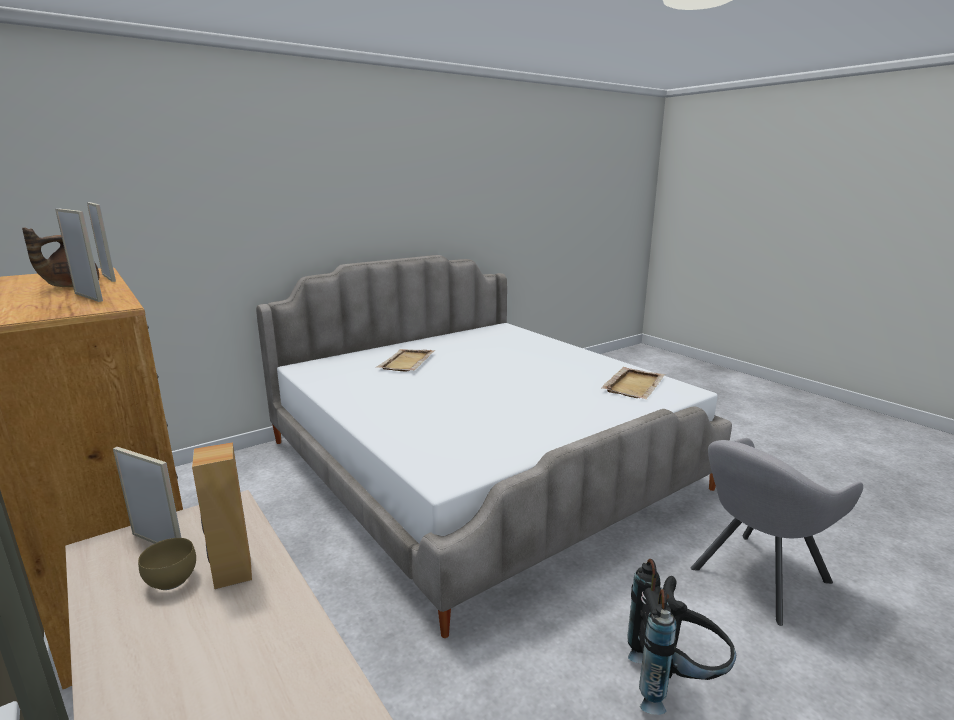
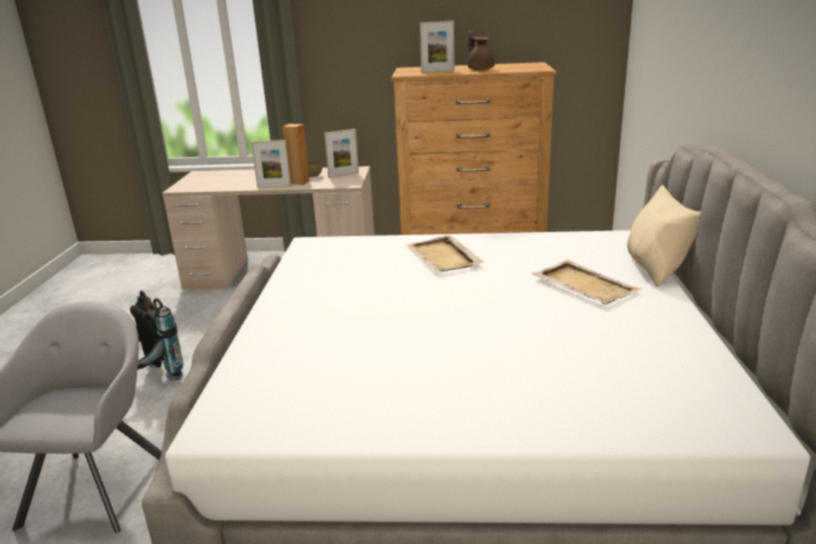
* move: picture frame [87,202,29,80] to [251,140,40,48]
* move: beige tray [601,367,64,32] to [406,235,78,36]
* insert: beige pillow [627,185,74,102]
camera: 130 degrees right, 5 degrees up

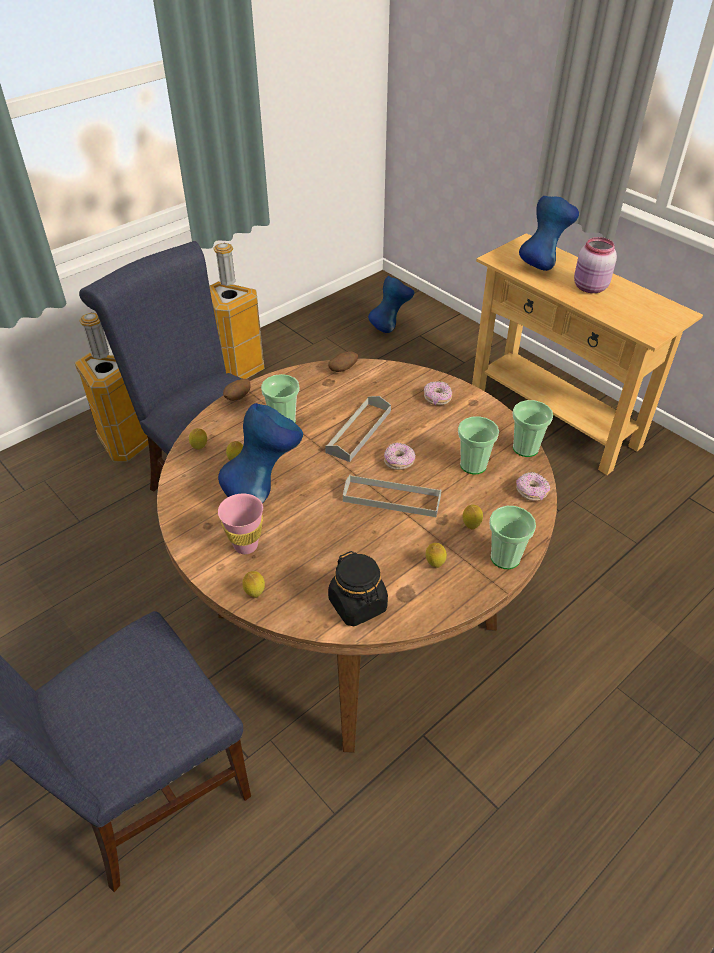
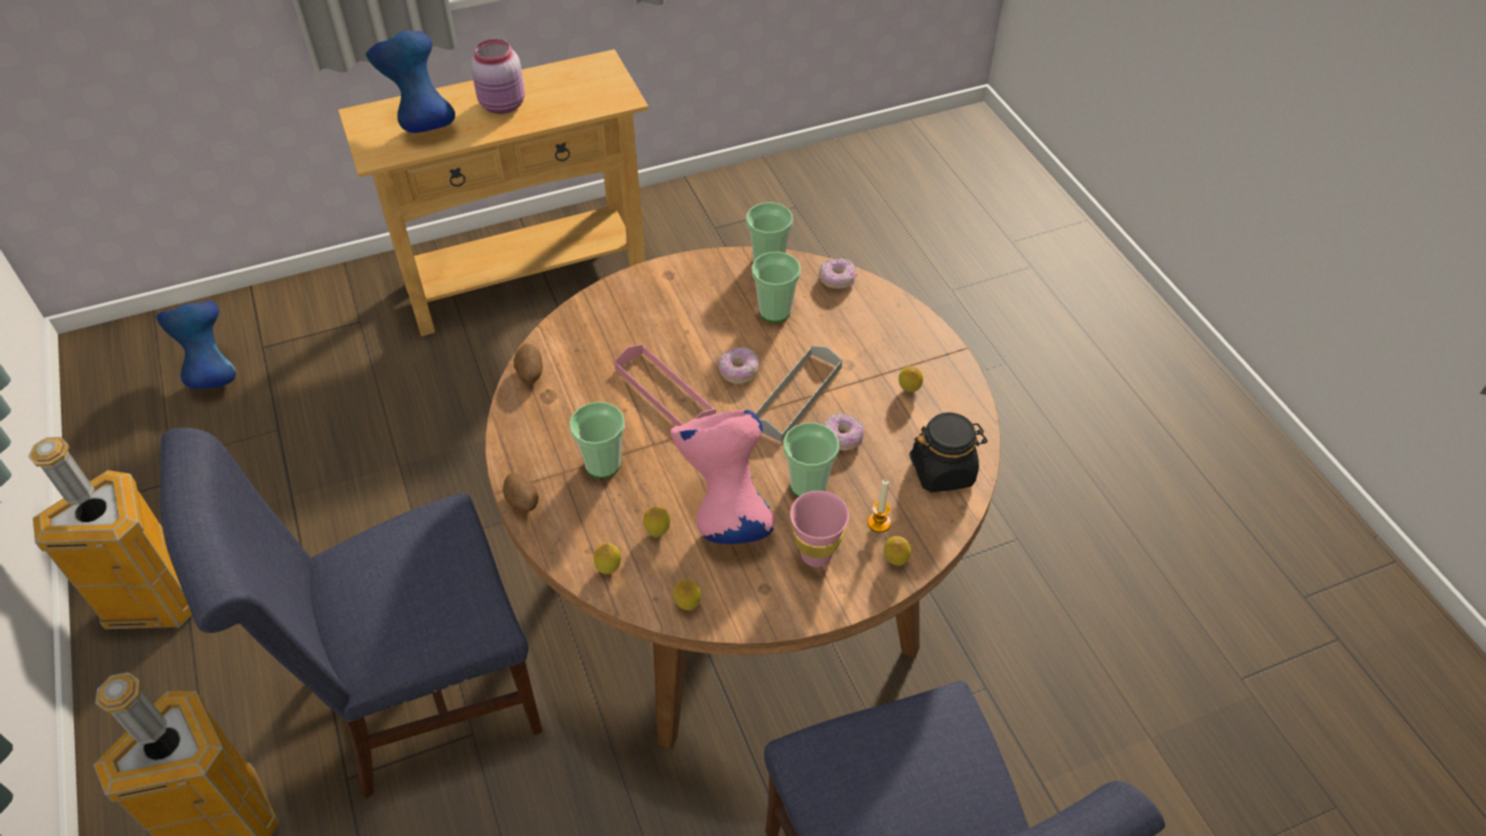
* move: donut [424,381,28,24] to [823,413,41,38]
* recolor: grey tray [325,396,66,66] to pink tray [614,344,102,82]
* recolor: blue vase [218,403,85,100] to pink vase [670,410,105,134]
* move: lemon [463,505,20,25] to [673,580,28,31]
* move: cup [489,506,47,63] to [783,423,56,74]
* insert: candle [867,480,24,52]
camera: 70 degrees left, 5 degrees up

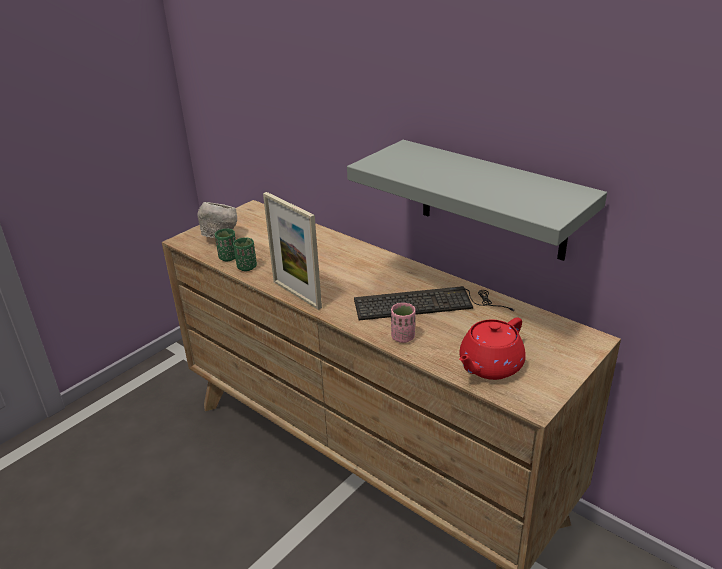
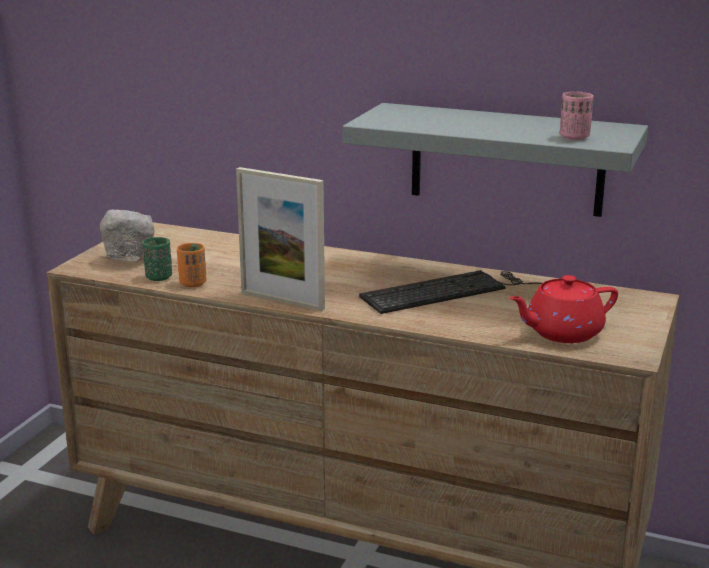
* recolor: green cup [233,237,24,34] to orange cup [177,243,30,44]
* move: pink cup [391,303,24,40] to [560,92,34,48]
* rotate: red teapot [459,317,67,63] = [509,275,109,68] 45 degrees clockwise
camera: 20 degrees left, 10 degrees down

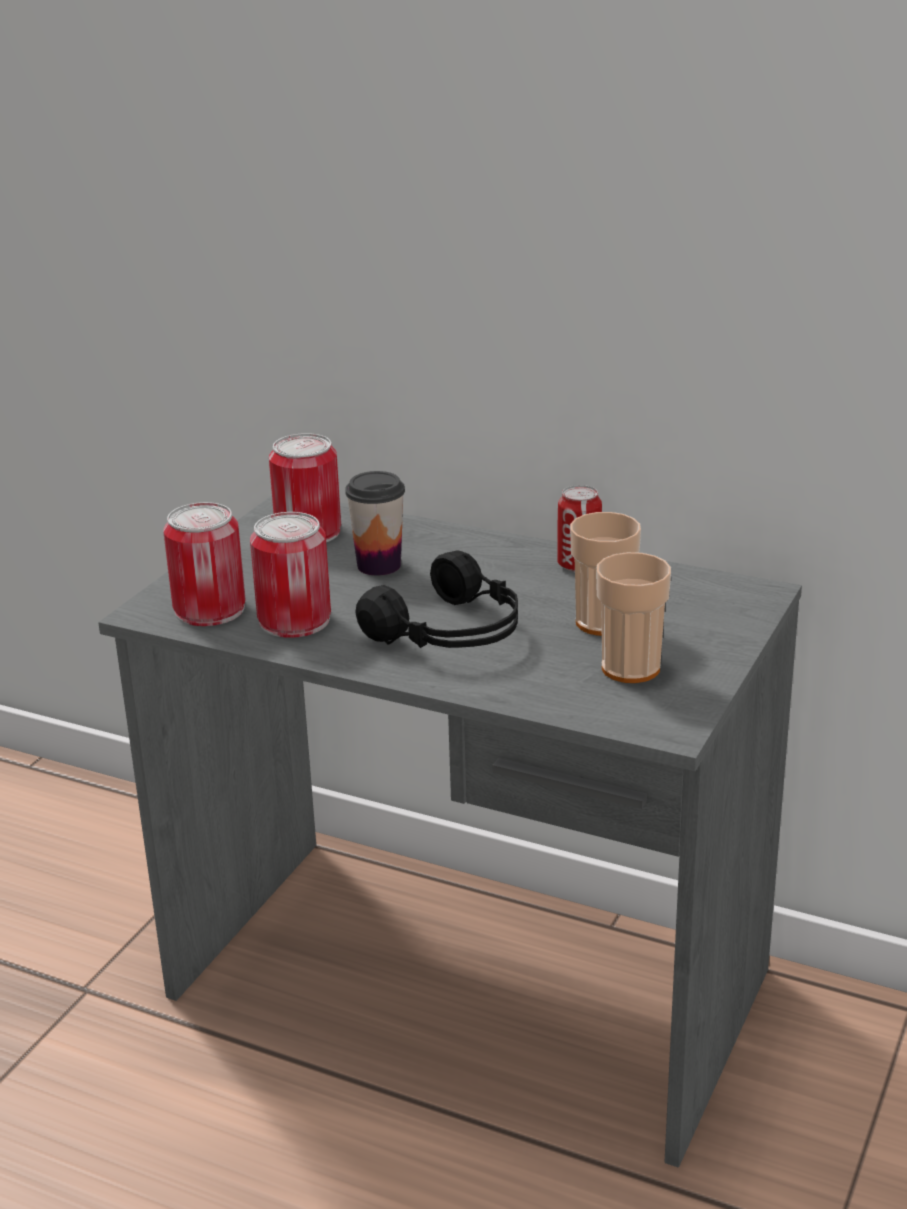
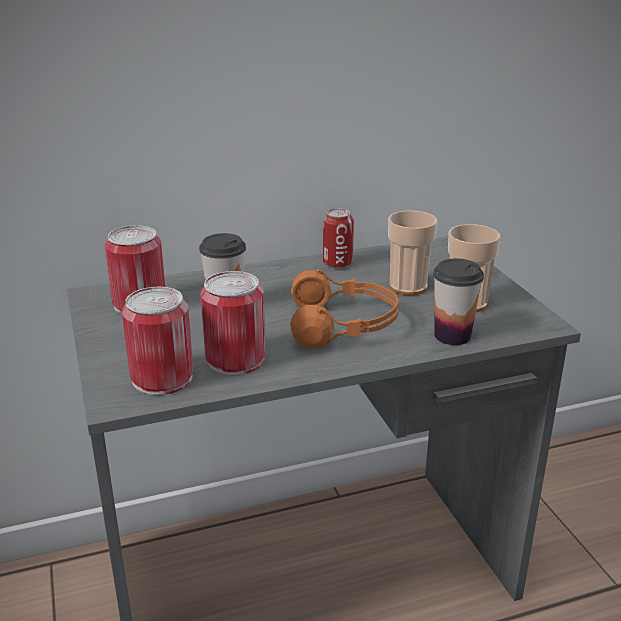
* recolor: black headphones [355,550,163,98] to orange headphones [290,269,109,79]
* insert: cup [433,258,51,87]
camera: 45 degrees left, 0 degrees up

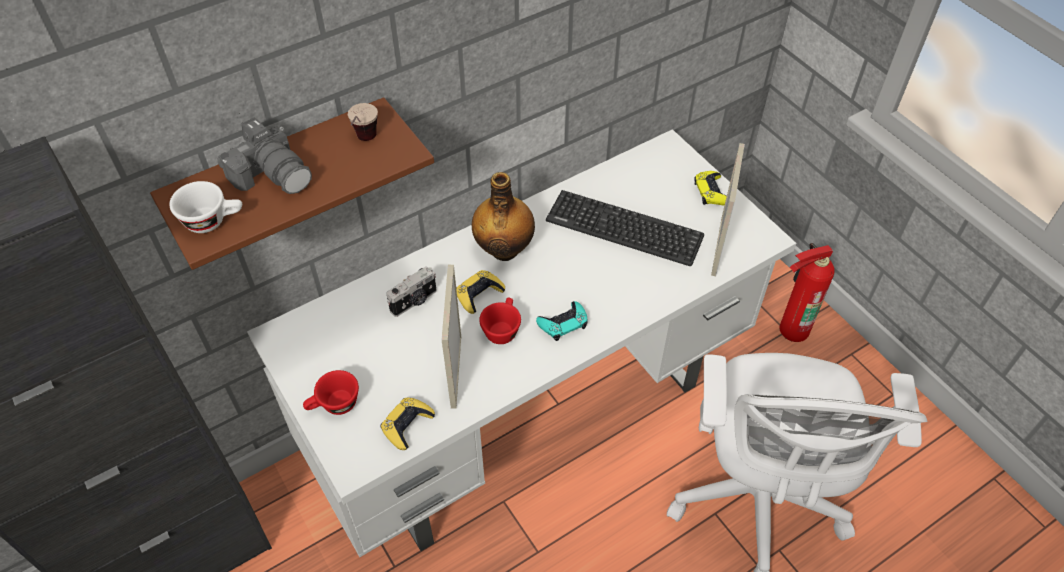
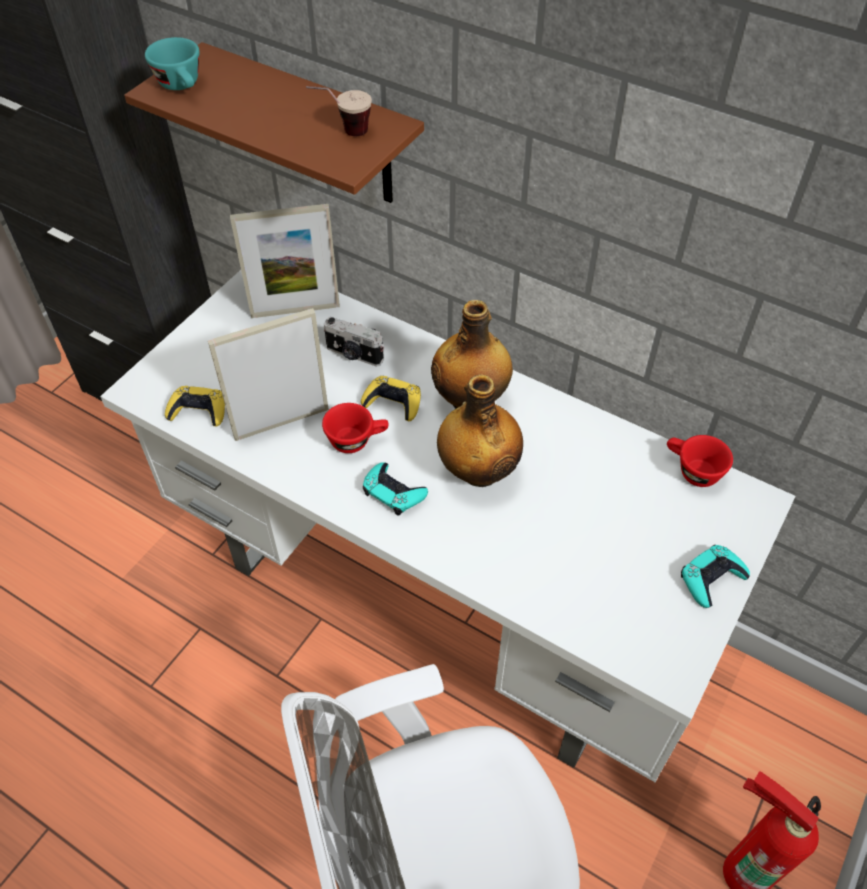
* delete: photo camera [217,117,95,77]
* move: picture frame [711,143,34,133] to [230,204,110,114]
* recolor: yellow game controller [694,171,33,35] to turquoise game controller [681,545,69,63]
* recolor: white cup [169,181,73,52] to turquoise cup [145,37,54,53]
* delete: keyboard [546,190,158,76]
* move: red cup [303,370,56,45] to [667,435,66,52]
* insert: bottle [437,374,86,113]
camera: 65 degrees right, 0 degrees up

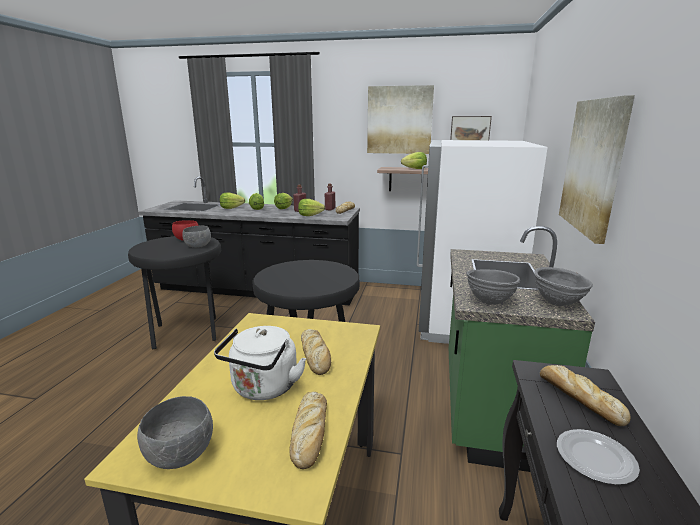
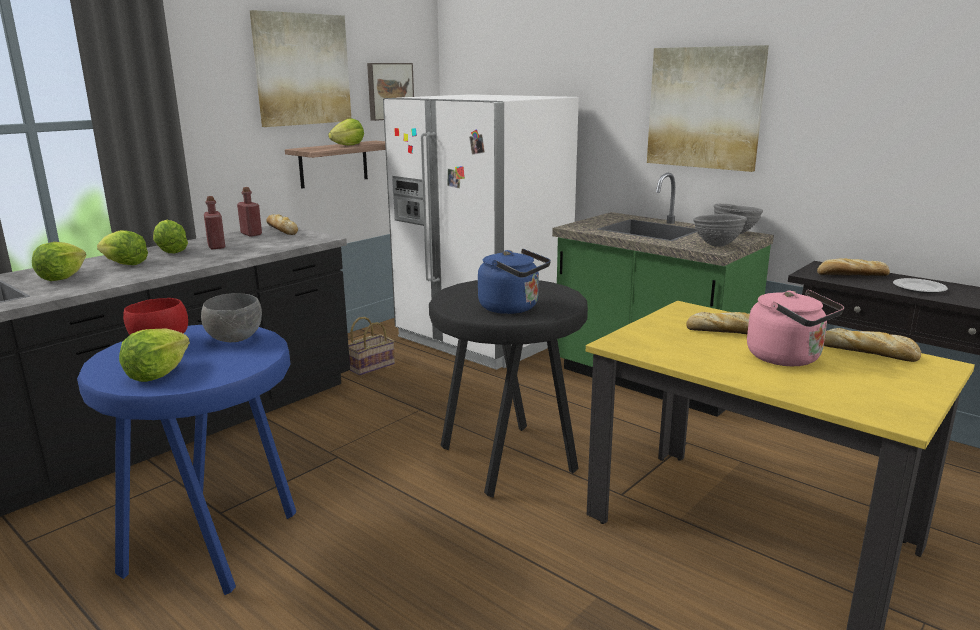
* move: lettuce [298,199,27,17] to [119,328,71,54]
* recolor: black stool [128,236,93,113] to blue stool [77,325,219,270]
* recolor: white kettle [214,326,92,74] to pink kettle [747,289,97,77]
* delete: grey bowl [137,396,76,73]
* insert: blue kettle [478,249,73,65]
* insert: basket [348,317,47,58]
camera: 60 degrees left, 0 degrees up

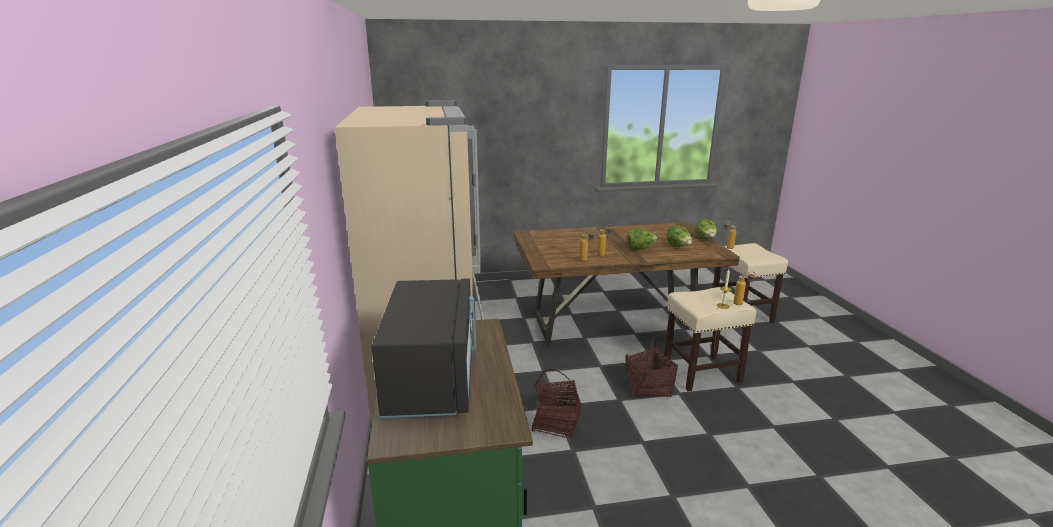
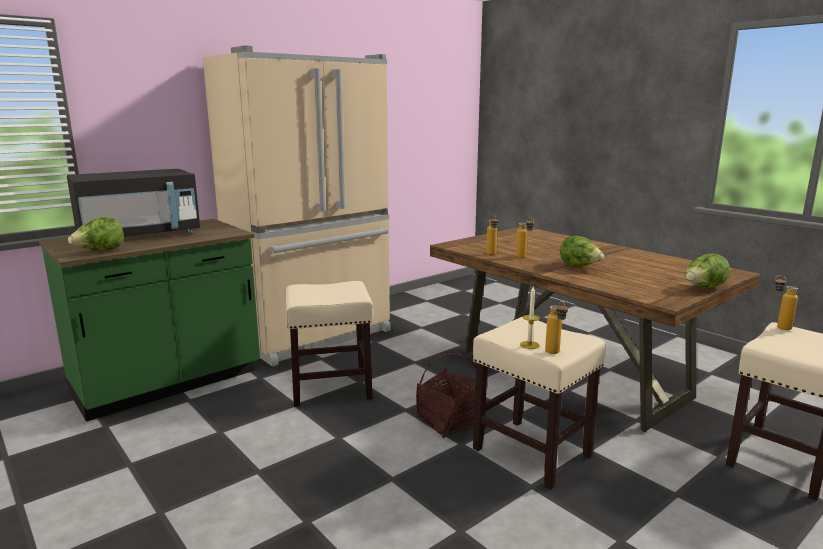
* move: lettuce [667,225,25,22] to [68,217,56,34]
* replace: basket [532,369,50,70] to beige stool [286,281,87,126]
camera: 60 degrees right, 5 degrees down

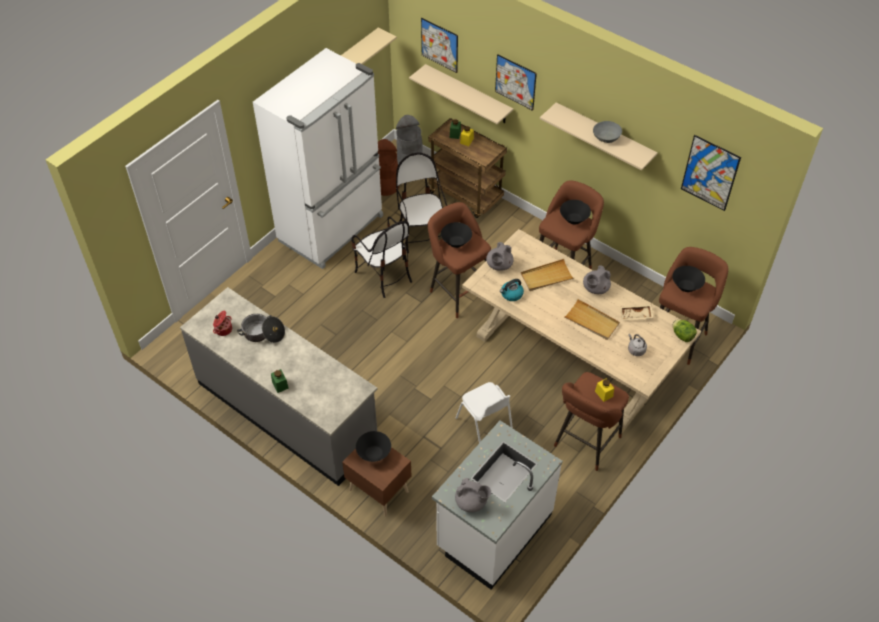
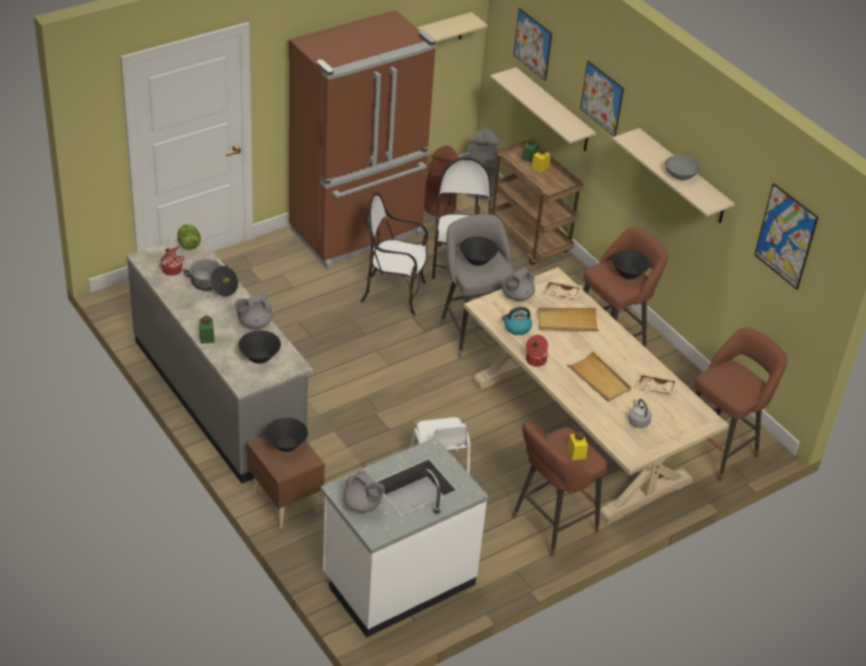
* recolor: white fridge [253,48,130,221] to brown fridge [289,10,147,259]
* recolor: brown stool [428,202,63,116] to grey stool [440,214,75,144]
* rotate: chair [351,217,61,81] = [360,193,68,122] 120 degrees clockwise
* move: grey teapot [583,265,28,29] to [235,293,38,36]
* move: black bowl [672,266,33,26] to [238,330,43,34]
* move: lettuce [672,320,25,22] to [177,224,24,26]
* insert: beige tray [543,280,40,18]
* insert: cooking pot [526,335,22,32]
camera: 15 degrees right, 10 degrees down

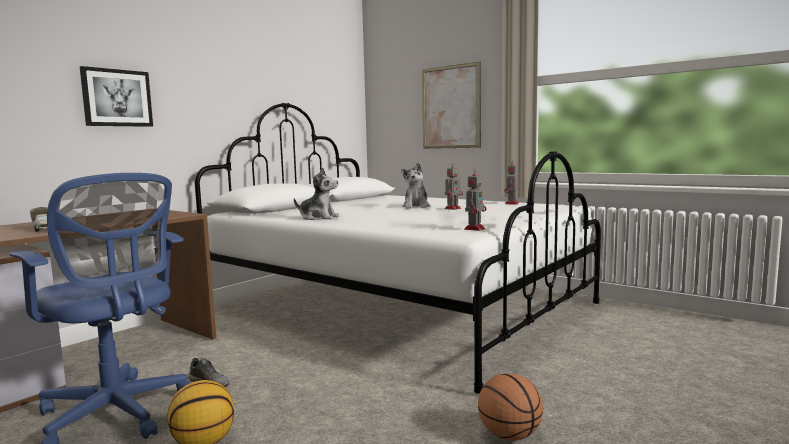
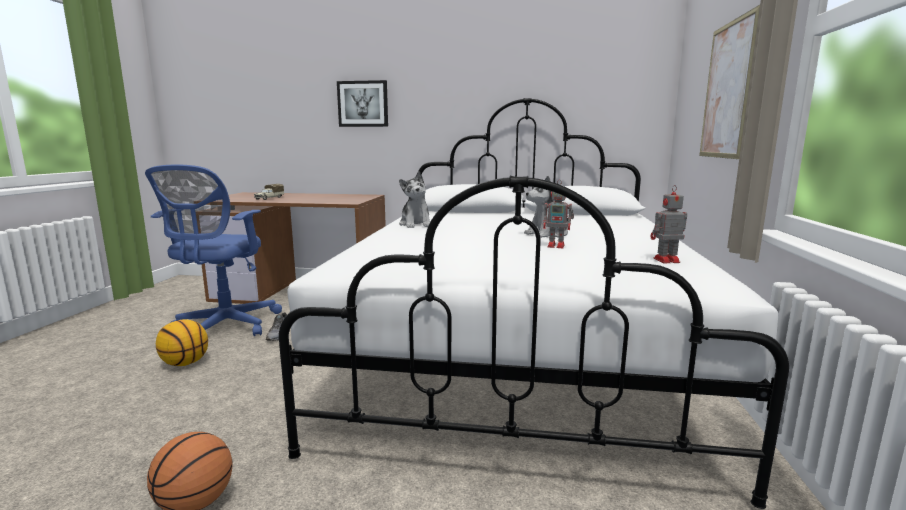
* delete: toy robot [464,168,23,63]
camera: 60 degrees right, 5 degrees up

